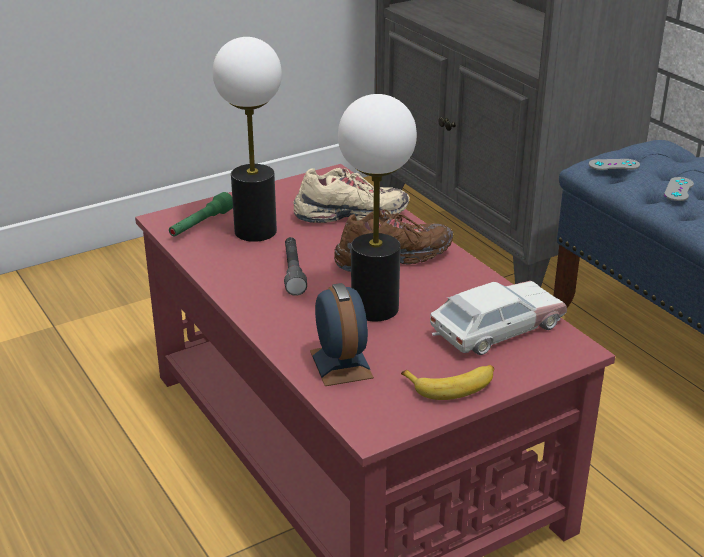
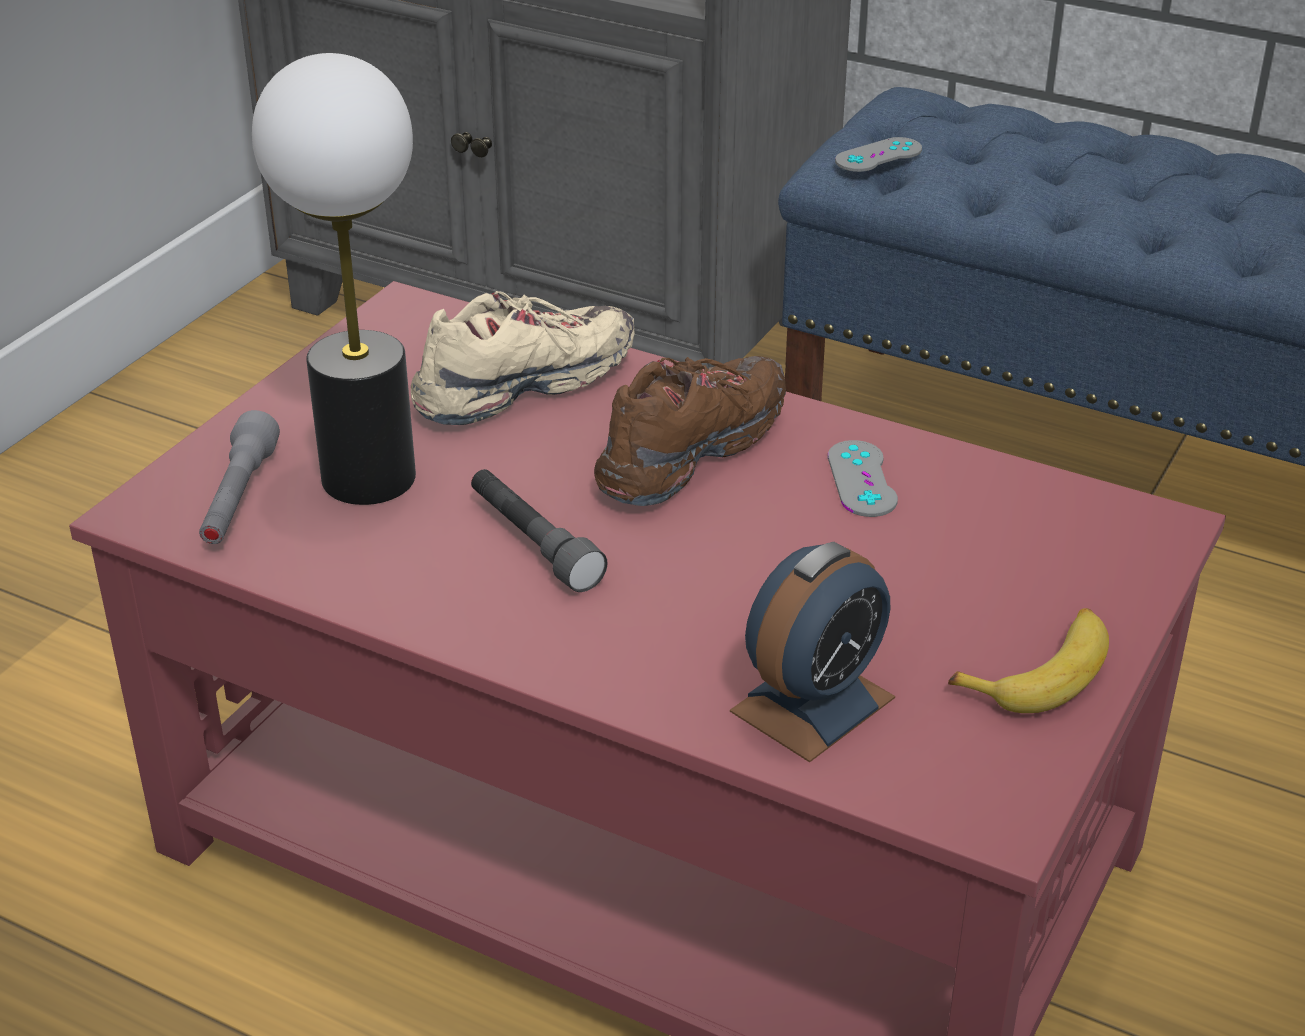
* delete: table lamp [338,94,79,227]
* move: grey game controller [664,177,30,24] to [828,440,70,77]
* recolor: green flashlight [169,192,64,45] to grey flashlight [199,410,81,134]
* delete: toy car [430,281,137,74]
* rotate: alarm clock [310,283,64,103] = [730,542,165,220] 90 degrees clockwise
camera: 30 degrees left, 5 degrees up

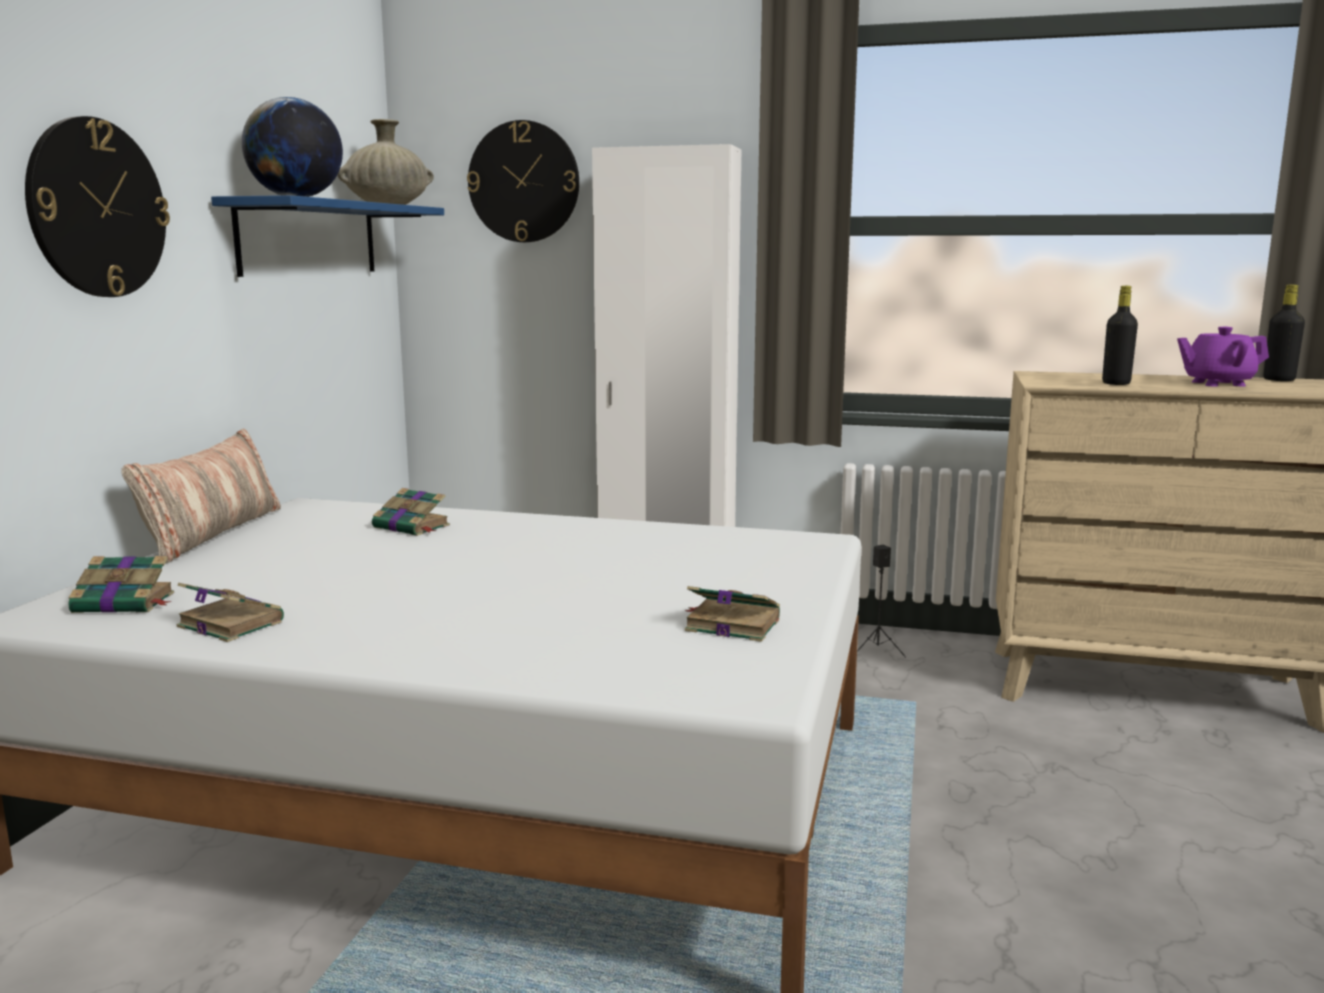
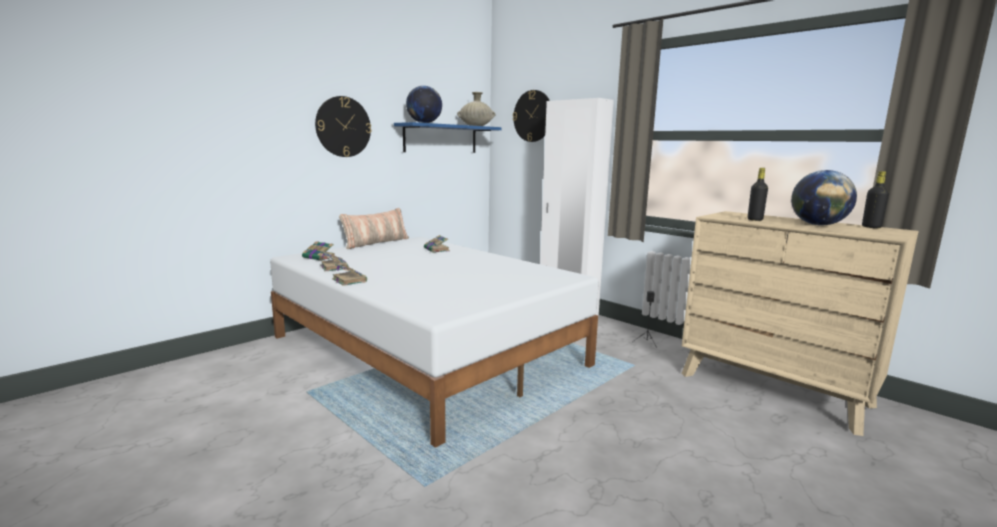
* replace: purple teapot [1177,327,92,60] to globe [791,170,66,56]
* move: book [685,586,95,56] to [332,263,35,23]
camera: 30 degrees right, 0 degrees up

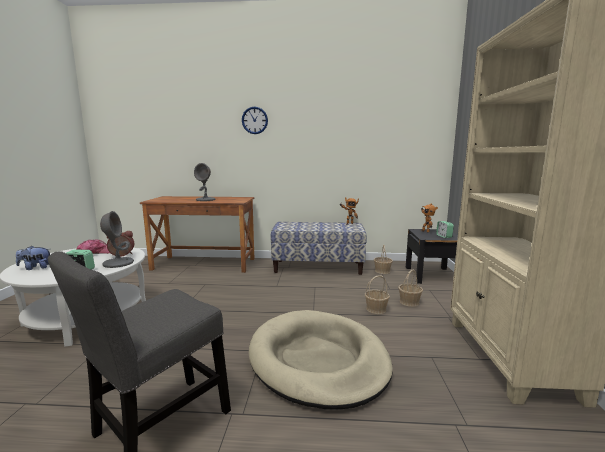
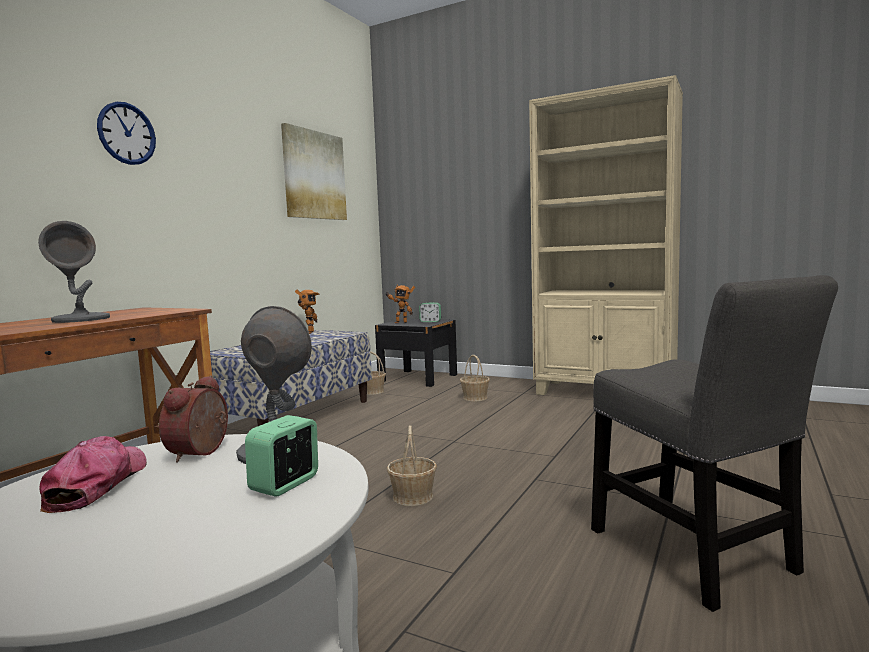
* delete: plush toy [16,246,34,24]
* move: basket [365,275,25,39] to [387,425,50,81]
* delete: beige dog bed [249,310,144,100]
* insert: picture [281,123,66,97]
camera: 65 degrees left, 5 degrees down

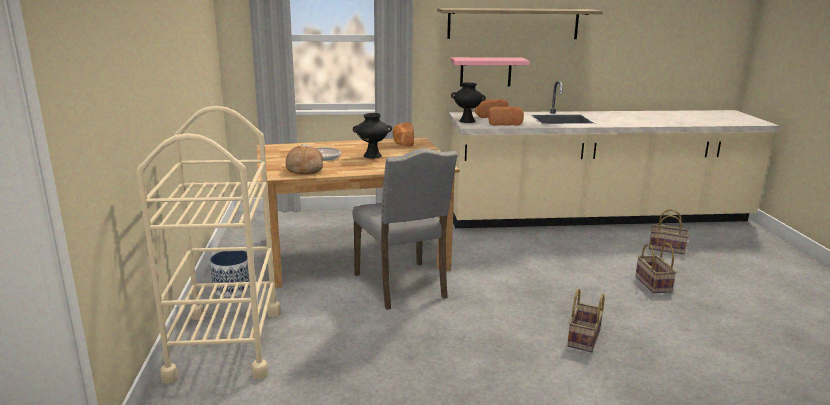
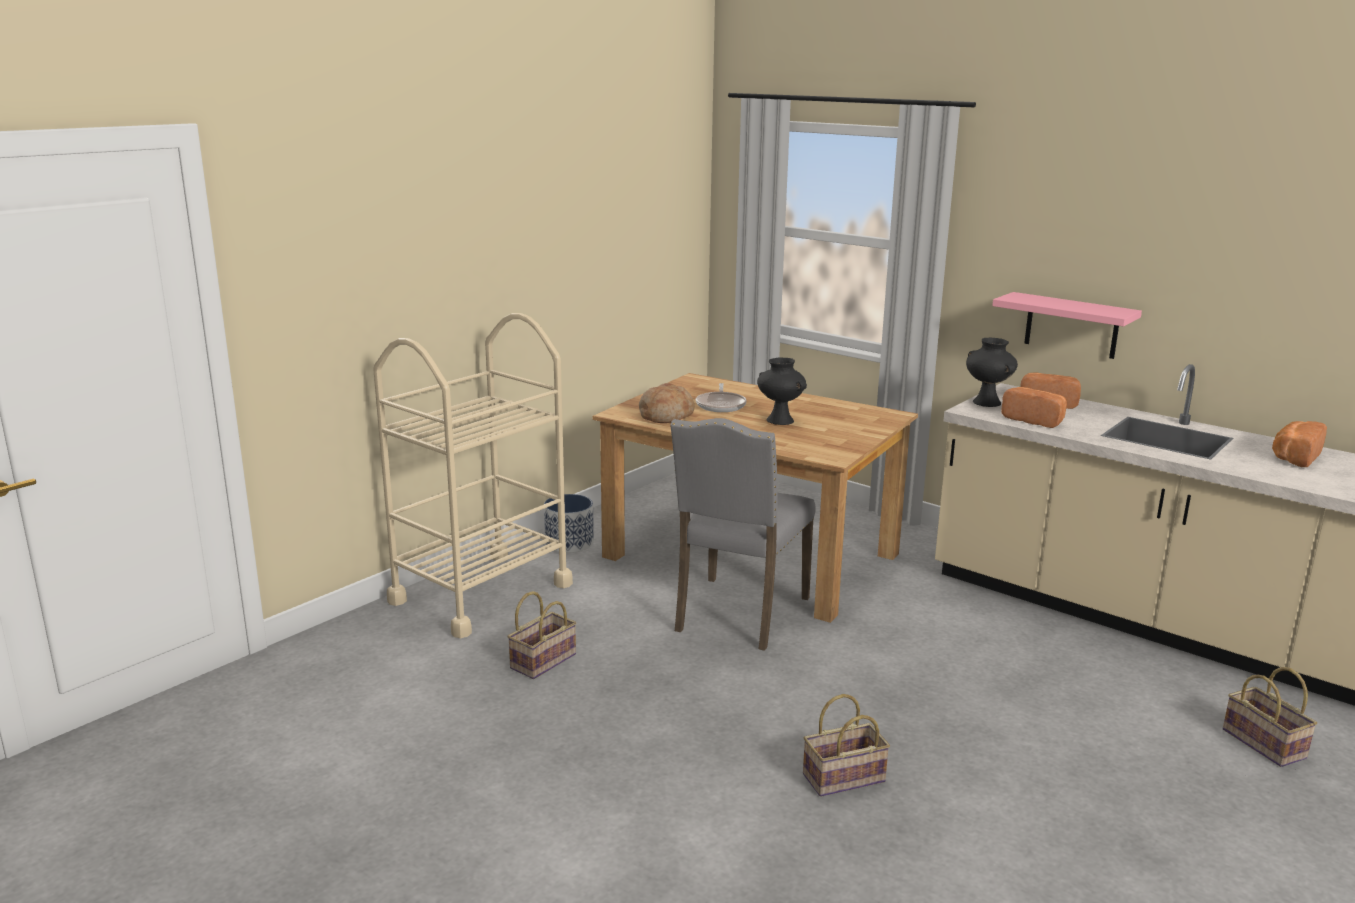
* delete: shelf [437,8,166,31]
* move: bread [393,122,21,24] to [1272,421,55,46]
* move: basket [635,243,41,50] to [507,591,69,88]
camera: 45 degrees right, 0 degrees up

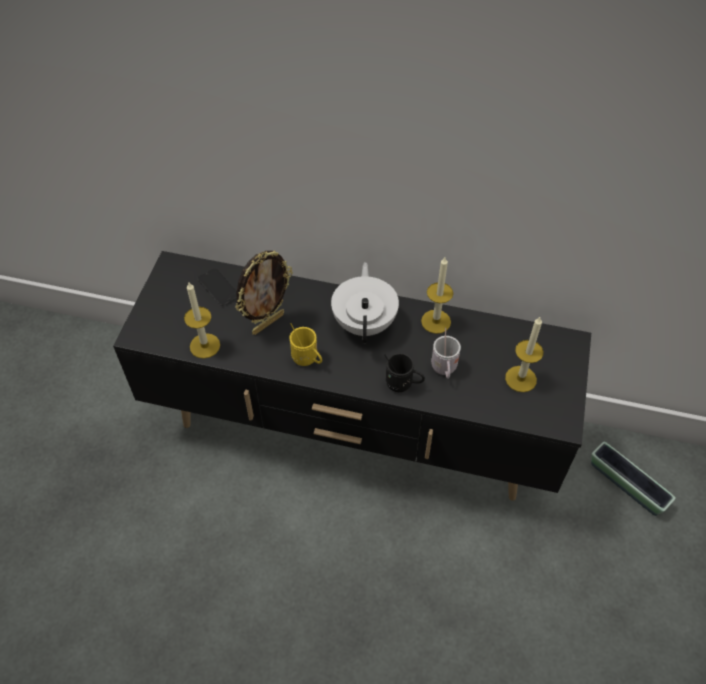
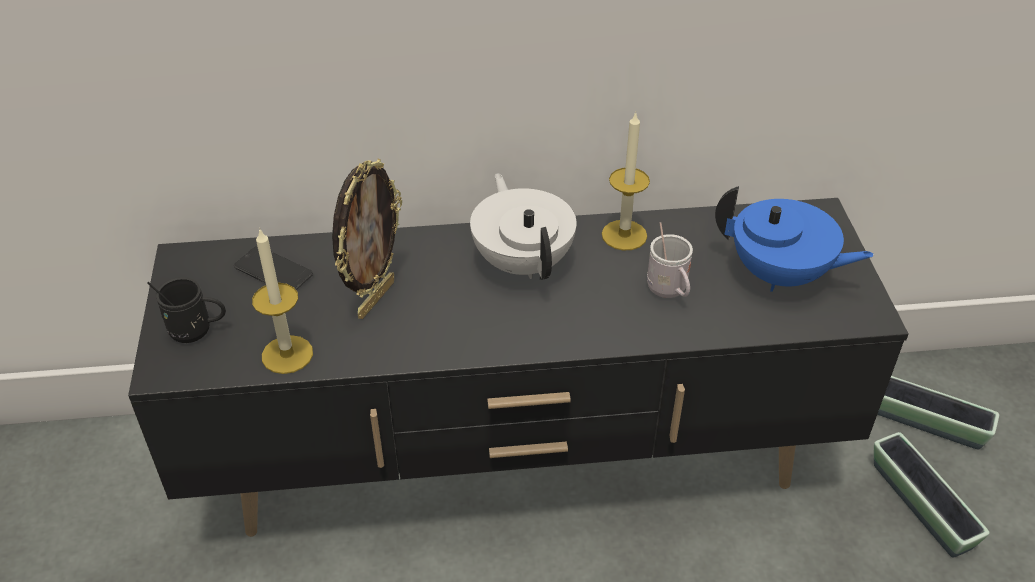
* replace: candle [505,317,38,75] to blue teapot [715,186,159,106]
* delete: yellow mug [289,323,33,43]
* move: black mug [384,353,41,39] to [147,277,79,66]
* insert: planter [874,432,116,126]
camera: 20 degrees left, 10 degrees down

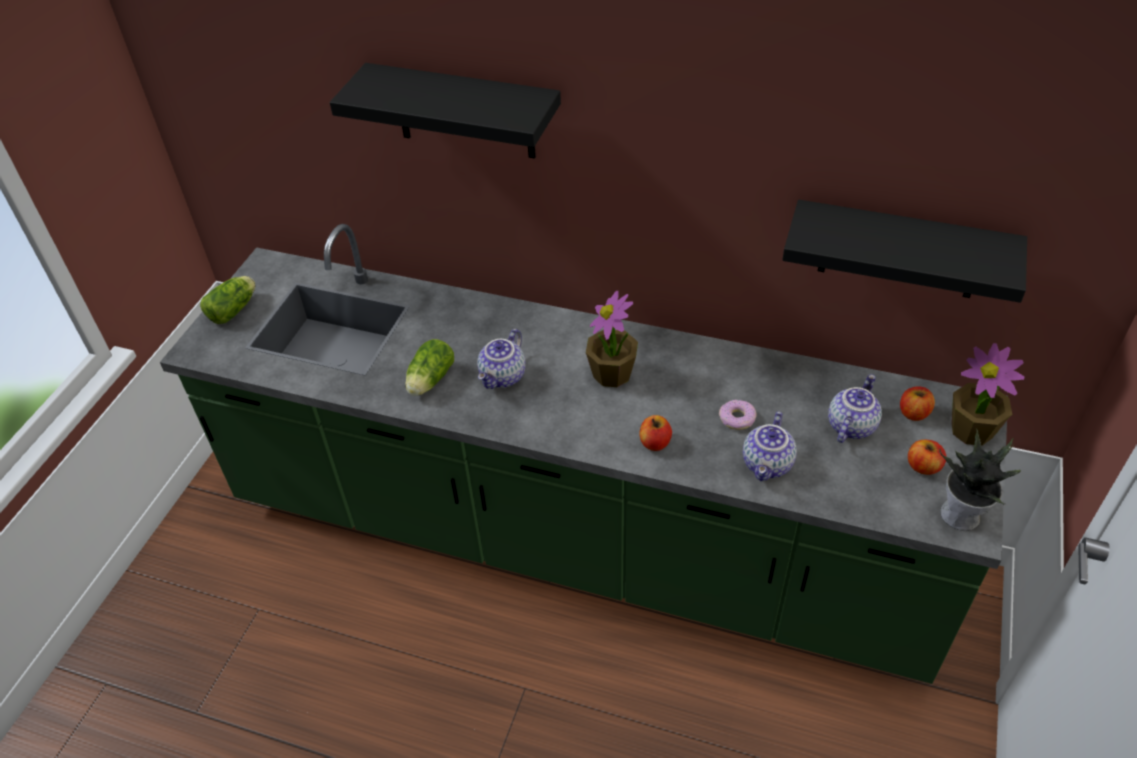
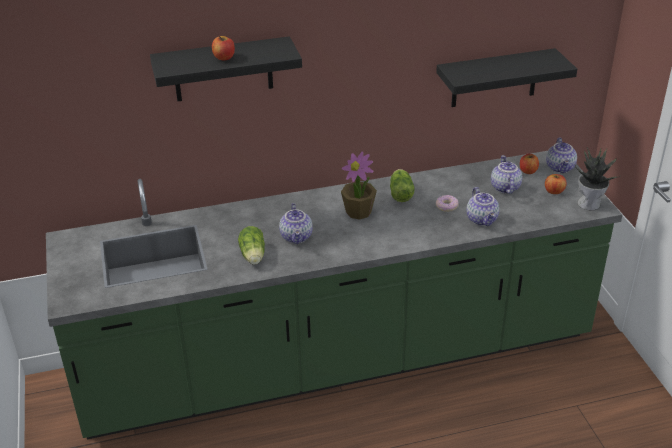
* move: lettuce [200,276,55,48] to [390,169,25,33]
* replace: potted plant [952,343,73,103] to teapot [546,137,31,36]
* move: apple [639,415,33,36] to [212,36,23,24]
camera: 35 degrees left, 10 degrees down

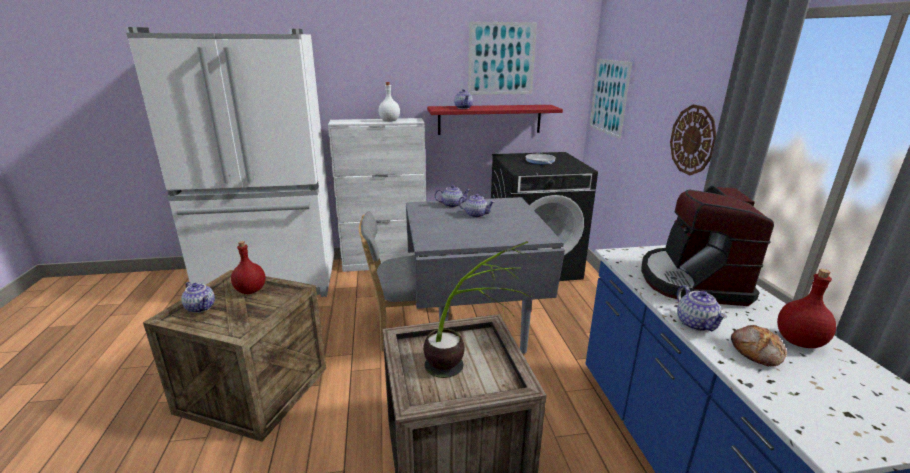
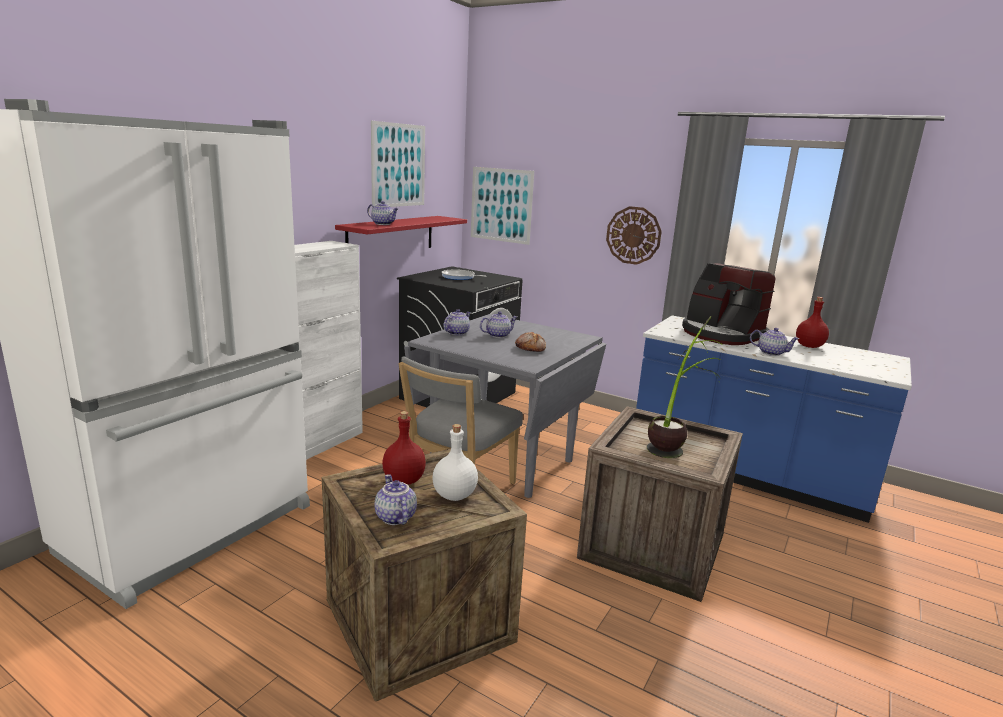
* move: white bottle [379,82,21,40] to [432,424,46,77]
* rotate: teapot [181,282,34,31] = [375,474,42,51] 105 degrees counterclockwise
* move: bread [731,325,56,42] to [515,332,31,20]
camera: 50 degrees left, 5 degrees down

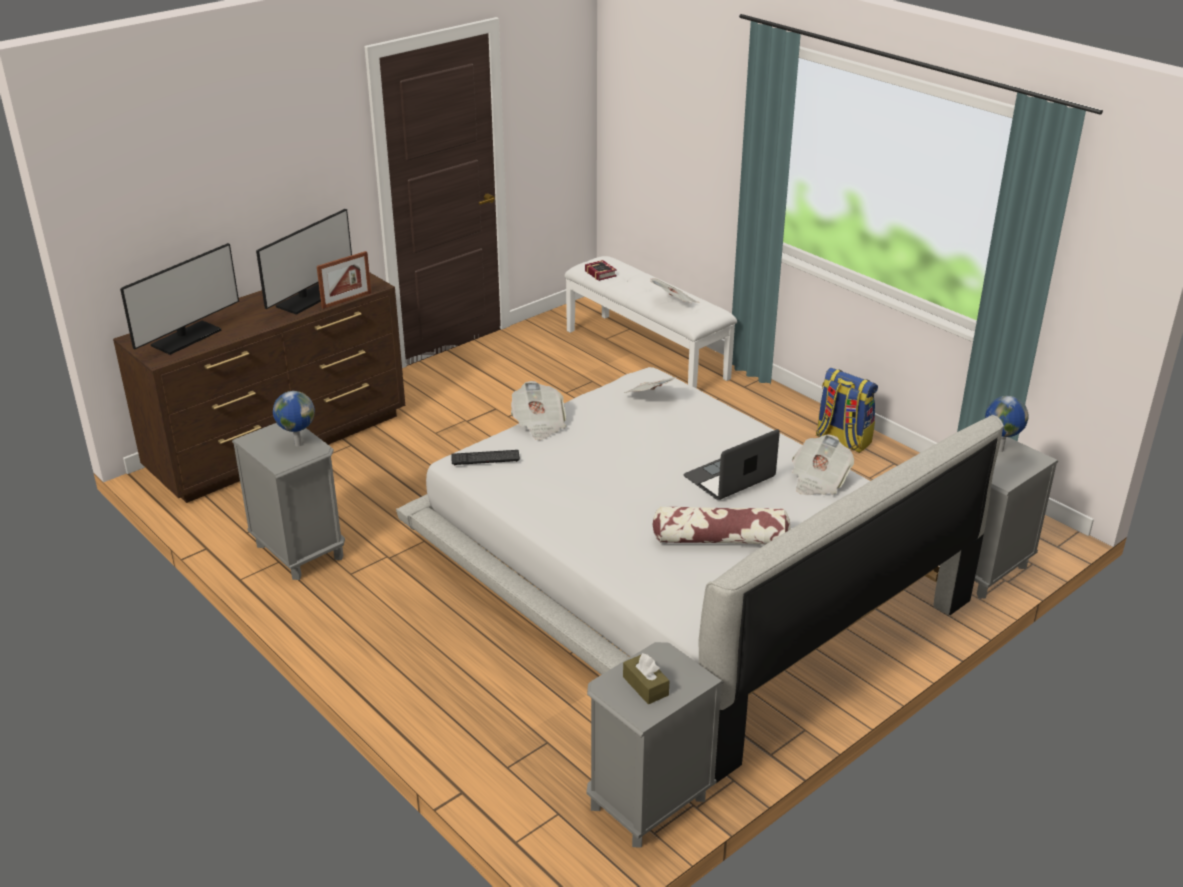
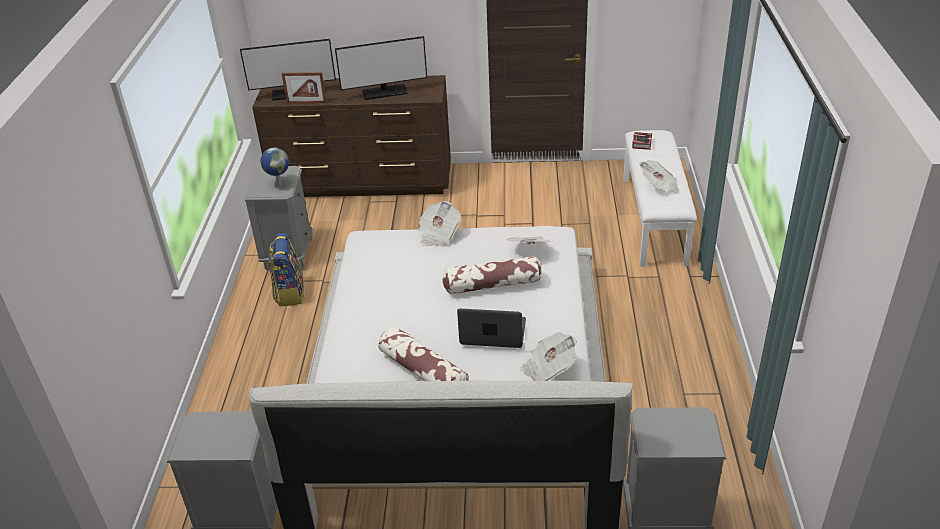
* move: picture frame [317,251,54,58] to [282,72,45,32]
* move: backpack [816,368,62,85] to [269,233,35,73]
* delete: globe [985,396,44,56]
* delete: keyboard [451,450,69,15]
* delete: brown tissue box [623,653,46,51]
* insert: pillow [443,256,99,38]
camera: 45 degrees right, 5 degrees up

